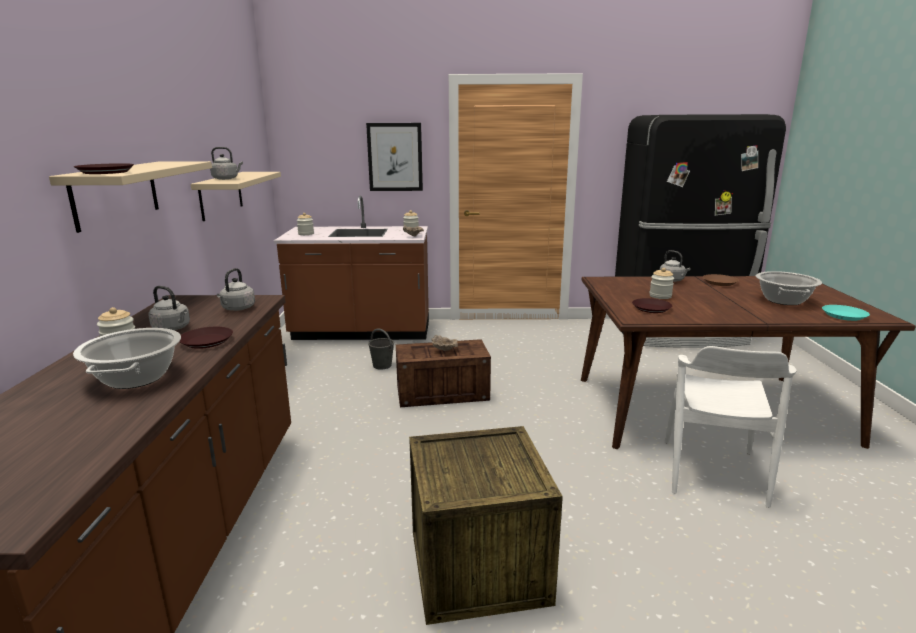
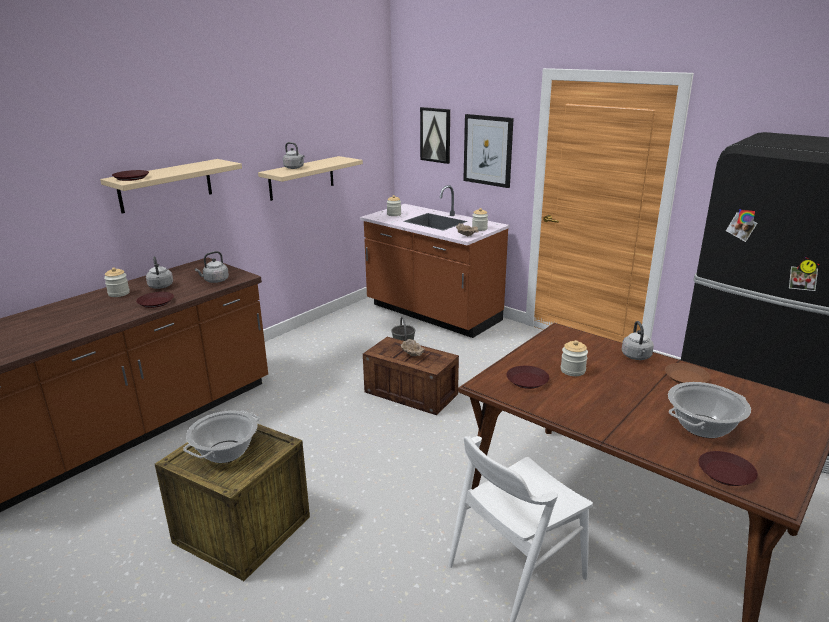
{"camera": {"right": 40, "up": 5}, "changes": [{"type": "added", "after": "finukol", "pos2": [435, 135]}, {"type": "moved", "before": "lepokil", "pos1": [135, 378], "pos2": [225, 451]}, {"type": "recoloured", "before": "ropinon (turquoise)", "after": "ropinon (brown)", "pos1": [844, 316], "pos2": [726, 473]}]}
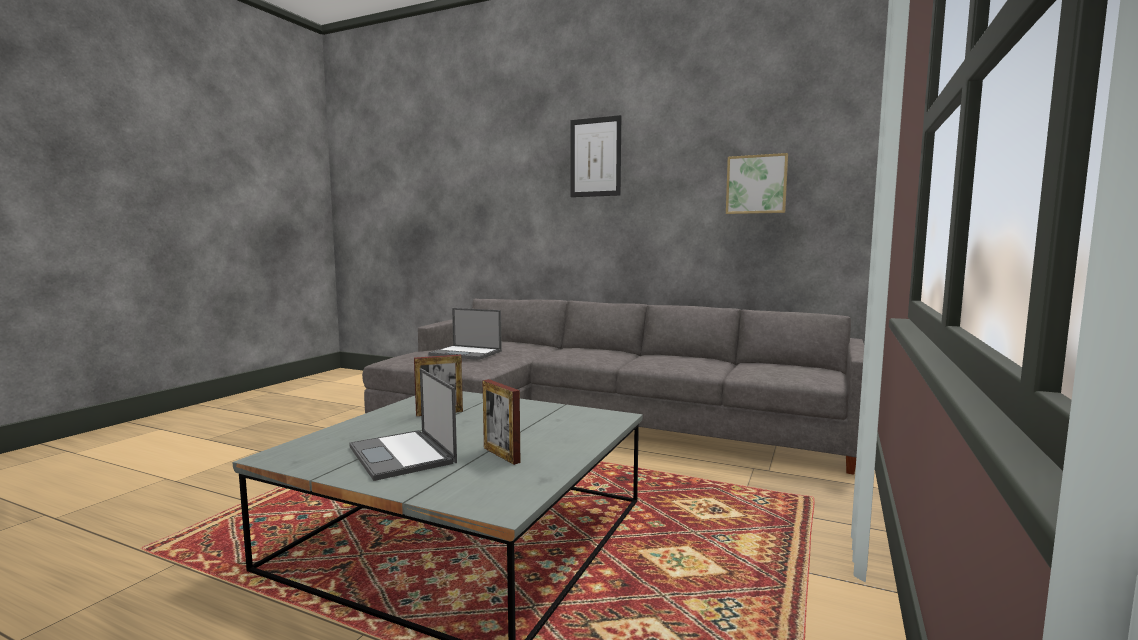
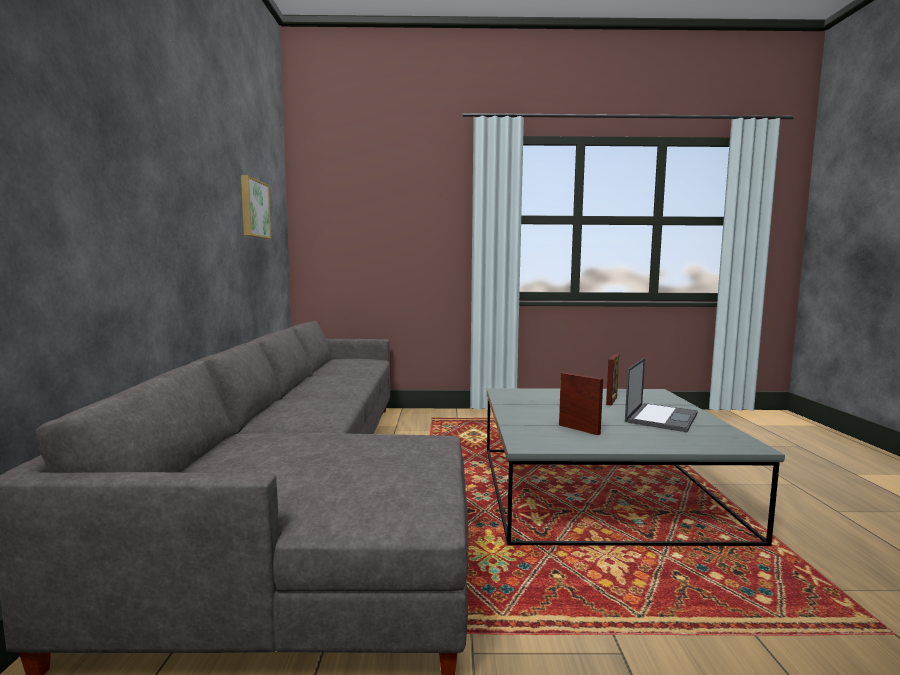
{"camera": {"right": -115, "up": 0}, "changes": [{"type": "removed", "before": "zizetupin", "pos1": [466, 353]}, {"type": "removed", "before": "finukol", "pos1": [595, 157]}]}
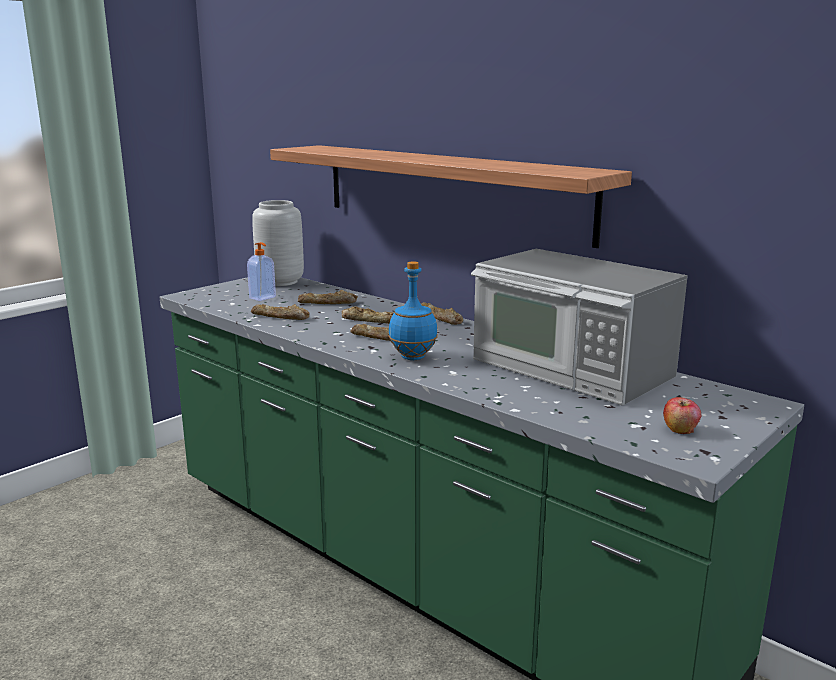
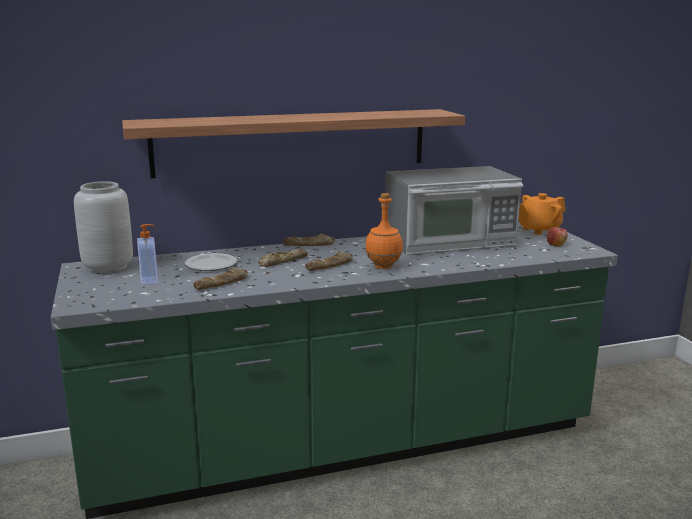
{"camera": {"right": -60, "up": 0}, "changes": [{"type": "added", "after": "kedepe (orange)", "pos2": [538, 230]}, {"type": "replaced", "before": "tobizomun", "after": "ropinon", "pos1": [328, 303], "pos2": [211, 264]}, {"type": "recoloured", "before": "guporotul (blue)", "after": "guporotul (orange)", "pos1": [413, 357], "pos2": [384, 267]}]}
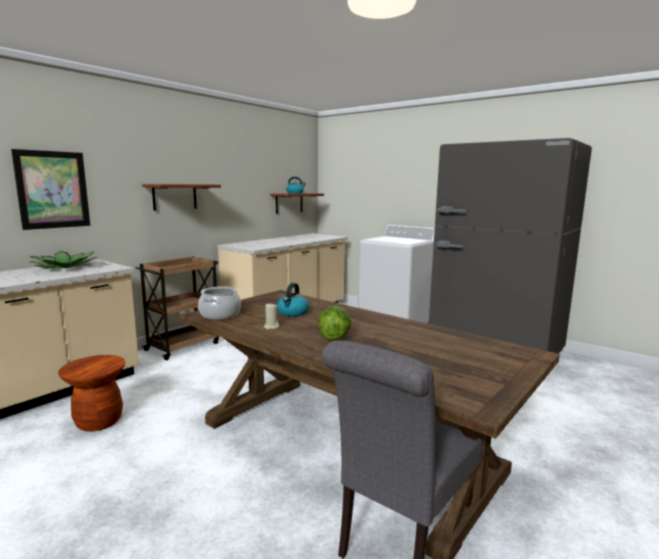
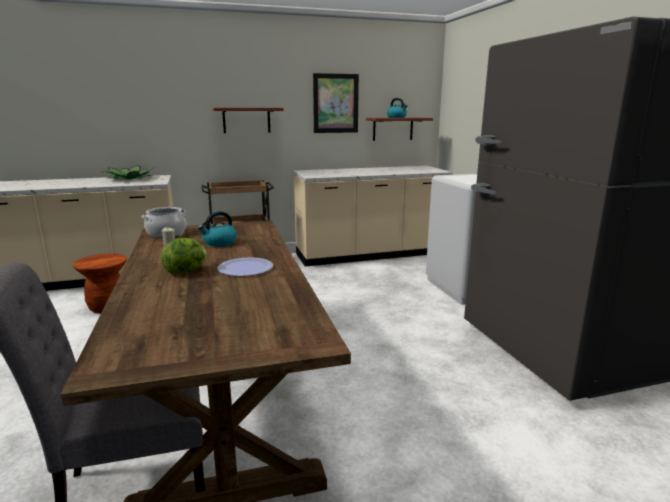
{"camera": {"right": 35, "up": 5}, "changes": [{"type": "added", "after": "ropinon", "pos2": [245, 268]}, {"type": "moved", "before": "finukol", "pos1": [53, 190], "pos2": [335, 103]}]}
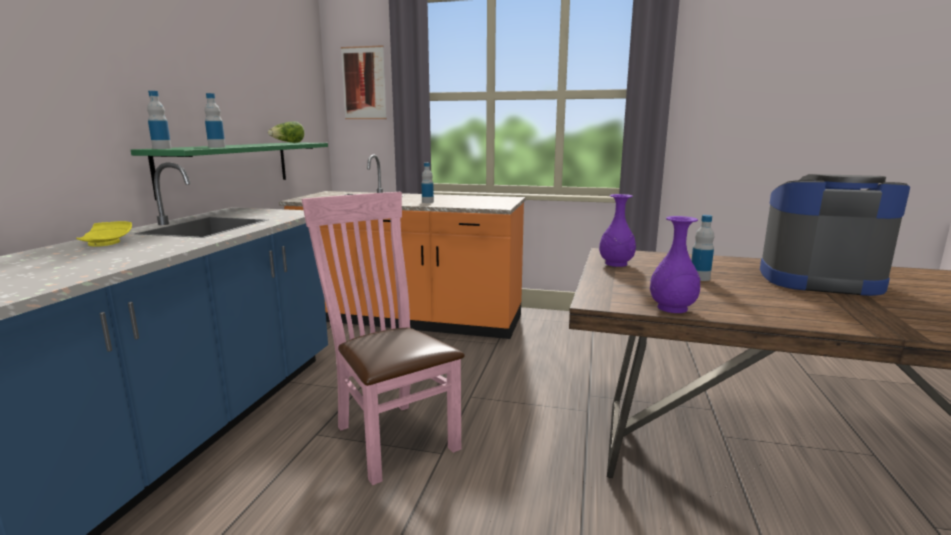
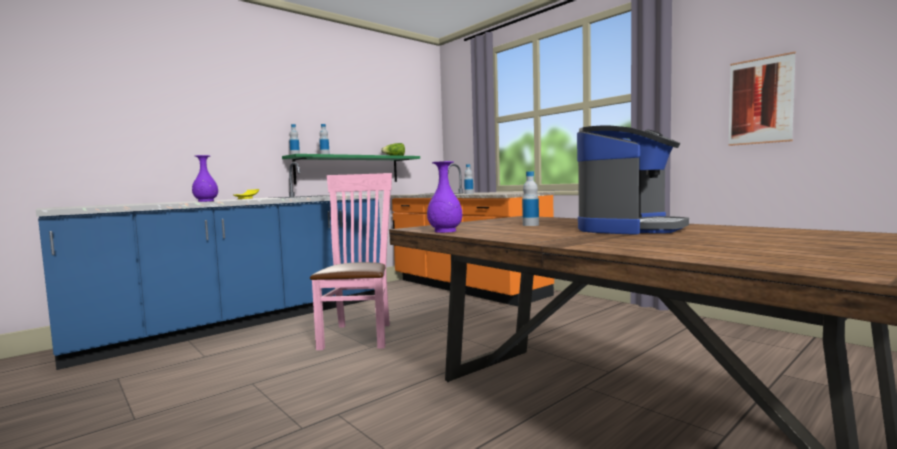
{"camera": {"right": 35, "up": -10}, "changes": [{"type": "moved", "before": "finukol", "pos1": [364, 83], "pos2": [760, 101]}, {"type": "moved", "before": "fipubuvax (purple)", "pos1": [615, 264], "pos2": [206, 201]}, {"type": "turned", "before": "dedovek", "pos1": [818, 280], "pos2": [629, 228], "turn": 75}]}
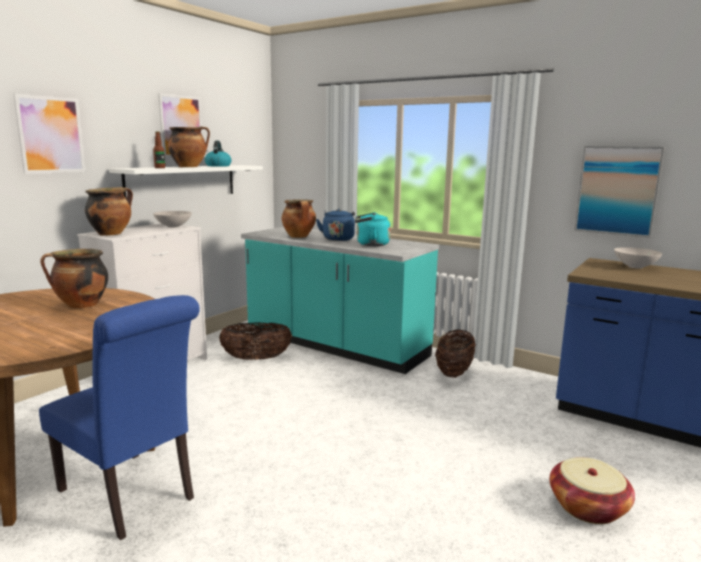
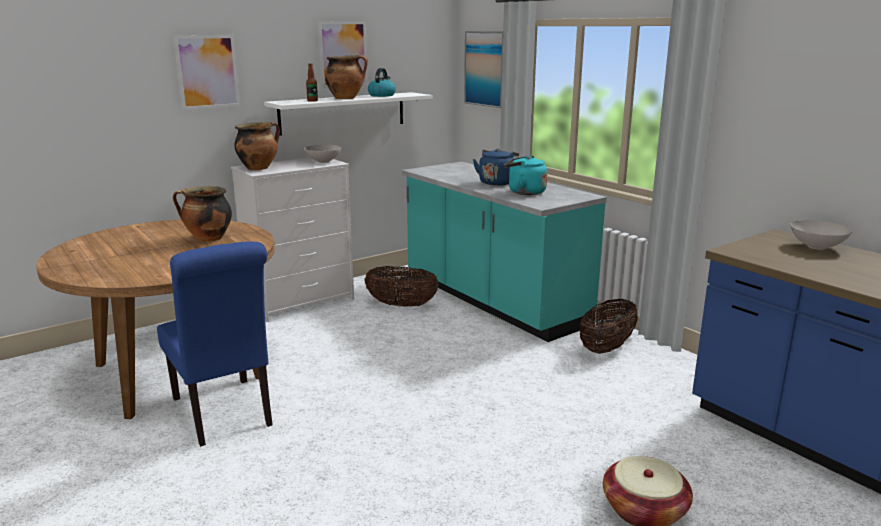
{"camera": {"right": 20, "up": 5}, "changes": [{"type": "removed", "before": "lepokil", "pos1": [299, 237]}, {"type": "moved", "before": "finukol", "pos1": [617, 190], "pos2": [486, 69]}]}
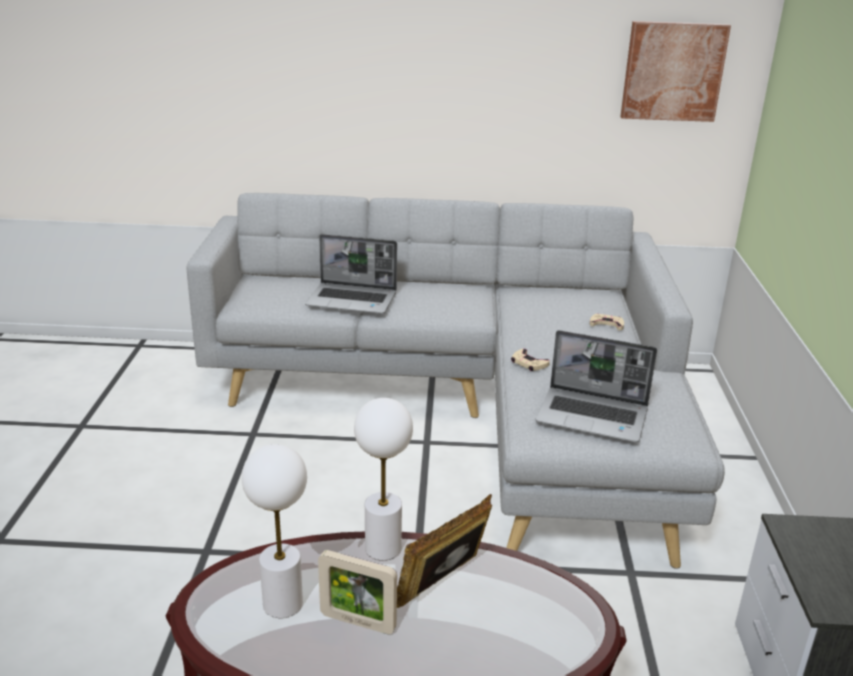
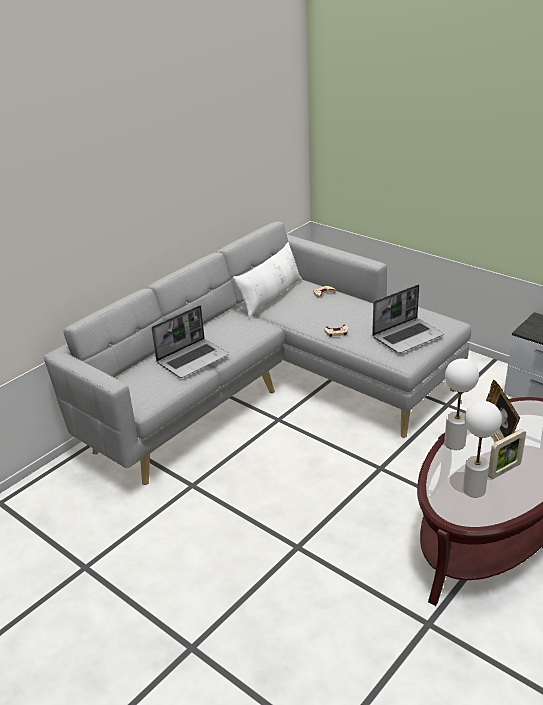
{"camera": {"right": -50, "up": 5}, "changes": [{"type": "removed", "before": "finukol", "pos1": [673, 71]}, {"type": "added", "after": "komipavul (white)", "pos2": [271, 297]}]}
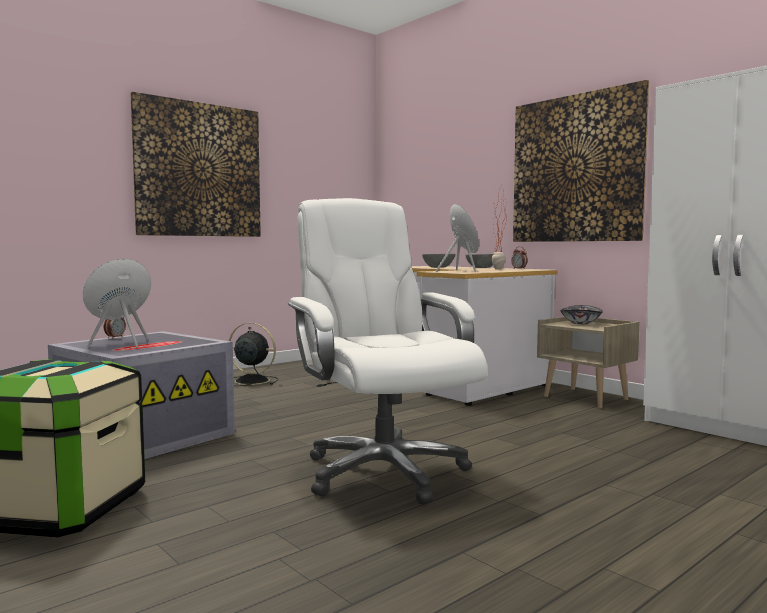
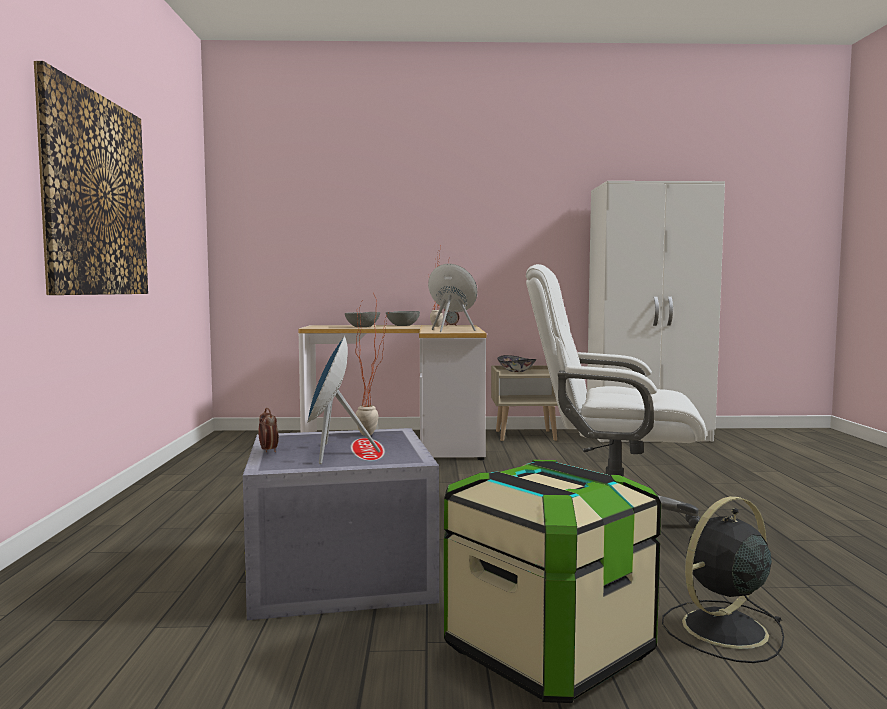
{"camera": {"right": -50, "up": 0}, "changes": [{"type": "removed", "before": "finukol", "pos1": [576, 168]}, {"type": "added", "after": "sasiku", "pos2": [374, 434]}, {"type": "moved", "before": "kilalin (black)", "pos1": [250, 381], "pos2": [722, 630]}]}
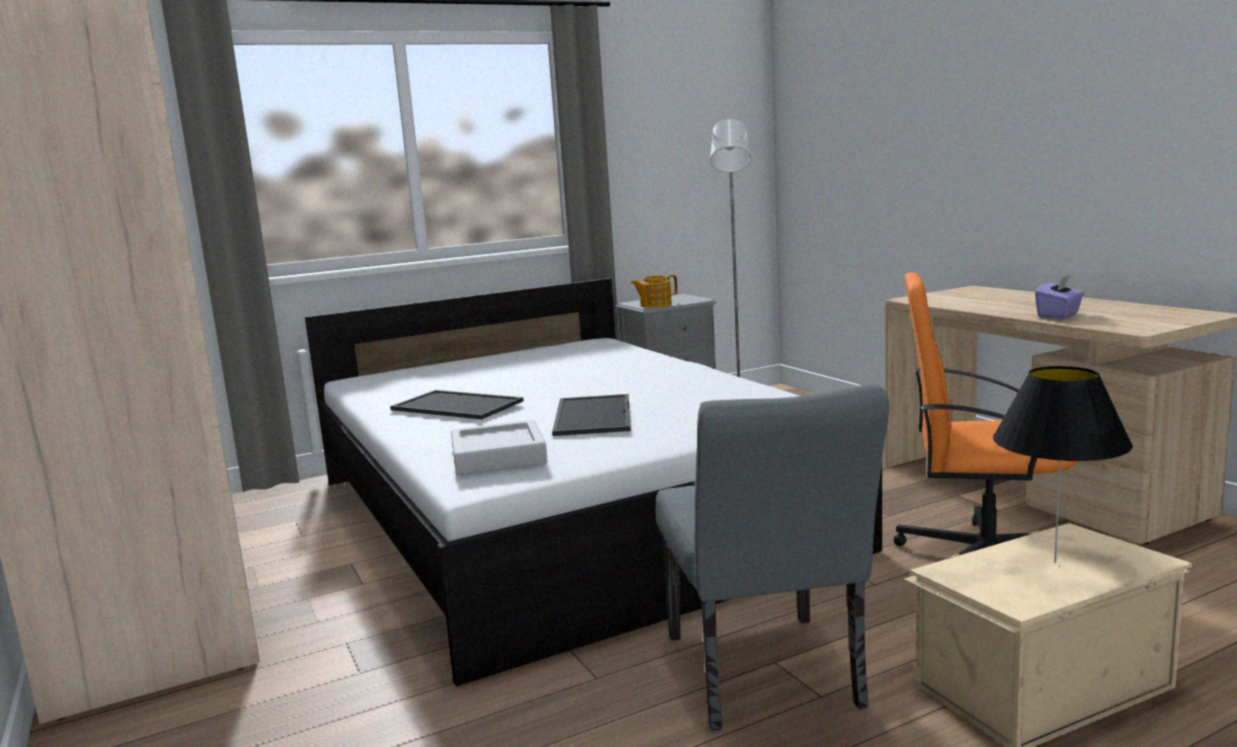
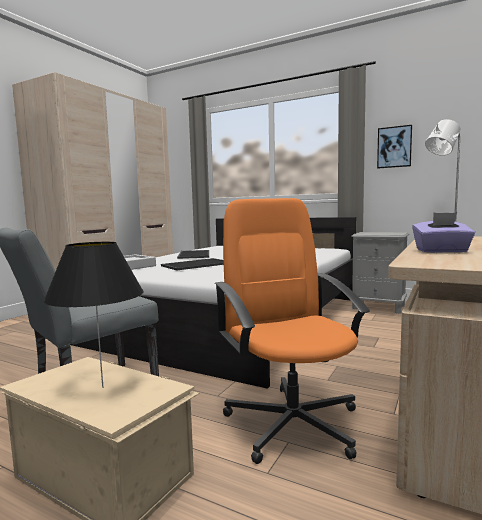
{"camera": {"right": 55, "up": -5}, "changes": [{"type": "removed", "before": "kedepe", "pos1": [655, 305]}, {"type": "added", "after": "finukol", "pos2": [394, 147]}]}
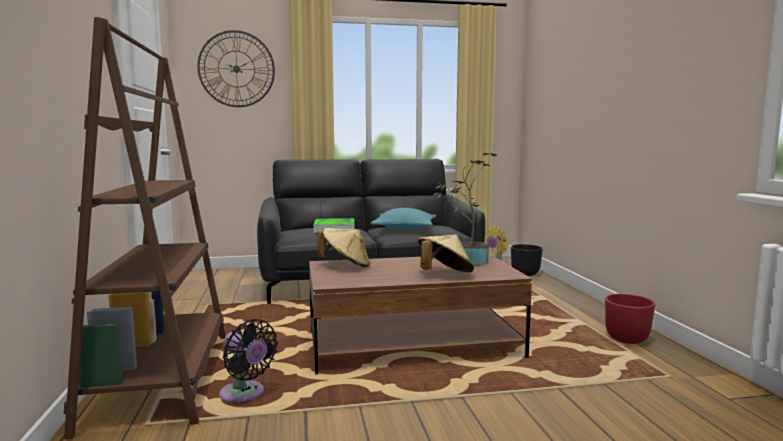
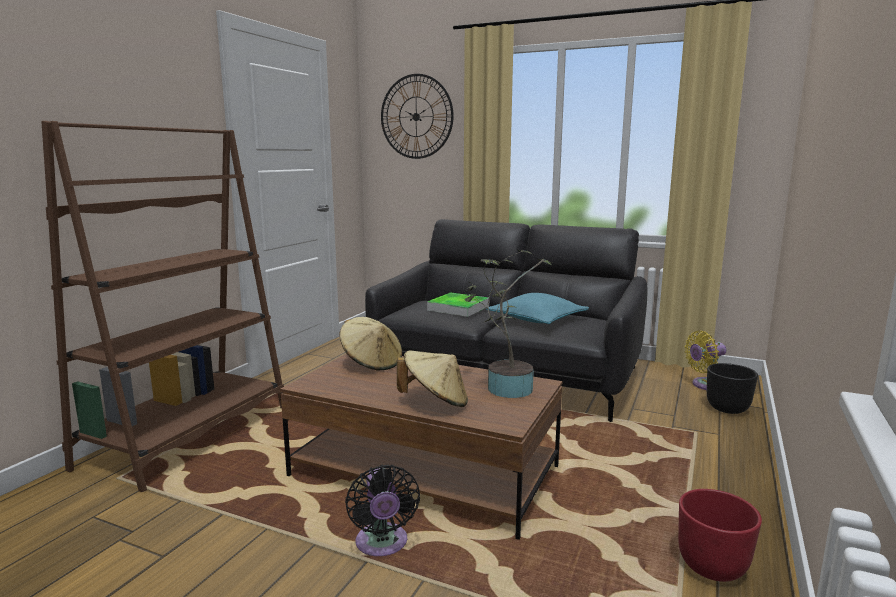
{"camera": {"right": 35, "up": 5}, "changes": [{"type": "moved", "before": "kilalin (black)", "pos1": [245, 395], "pos2": [382, 545]}]}
